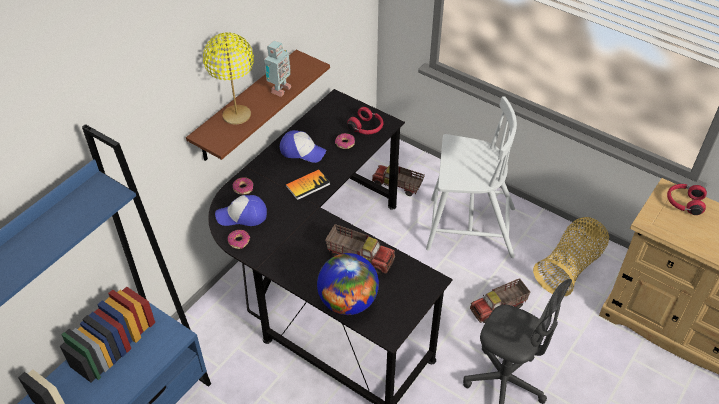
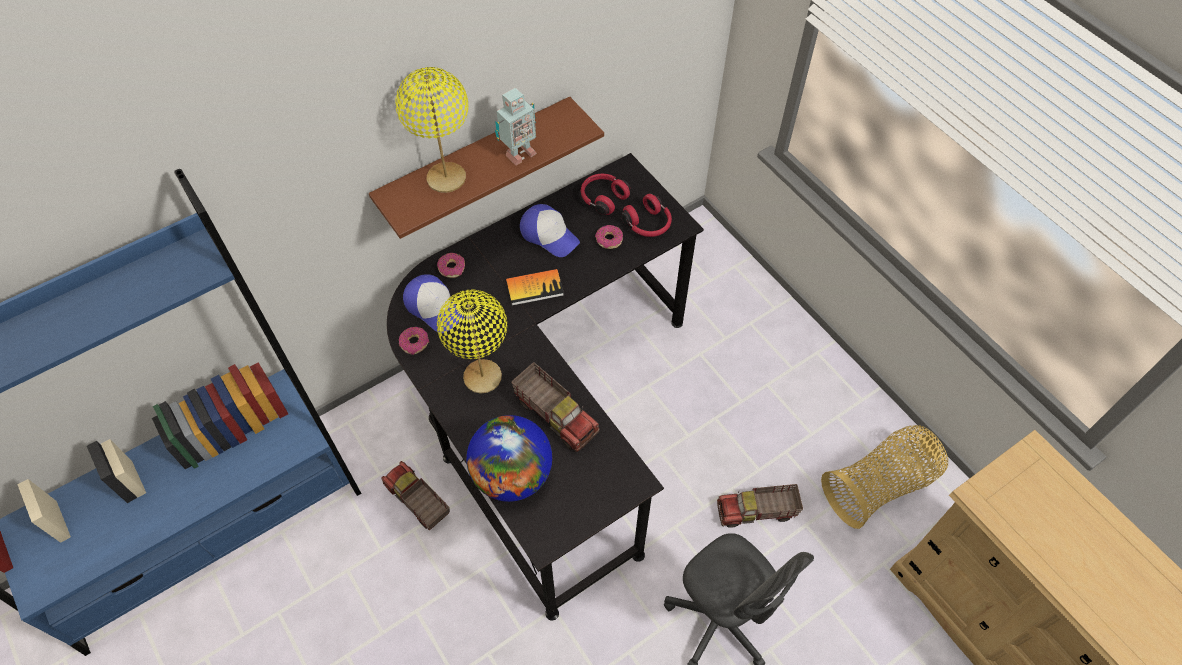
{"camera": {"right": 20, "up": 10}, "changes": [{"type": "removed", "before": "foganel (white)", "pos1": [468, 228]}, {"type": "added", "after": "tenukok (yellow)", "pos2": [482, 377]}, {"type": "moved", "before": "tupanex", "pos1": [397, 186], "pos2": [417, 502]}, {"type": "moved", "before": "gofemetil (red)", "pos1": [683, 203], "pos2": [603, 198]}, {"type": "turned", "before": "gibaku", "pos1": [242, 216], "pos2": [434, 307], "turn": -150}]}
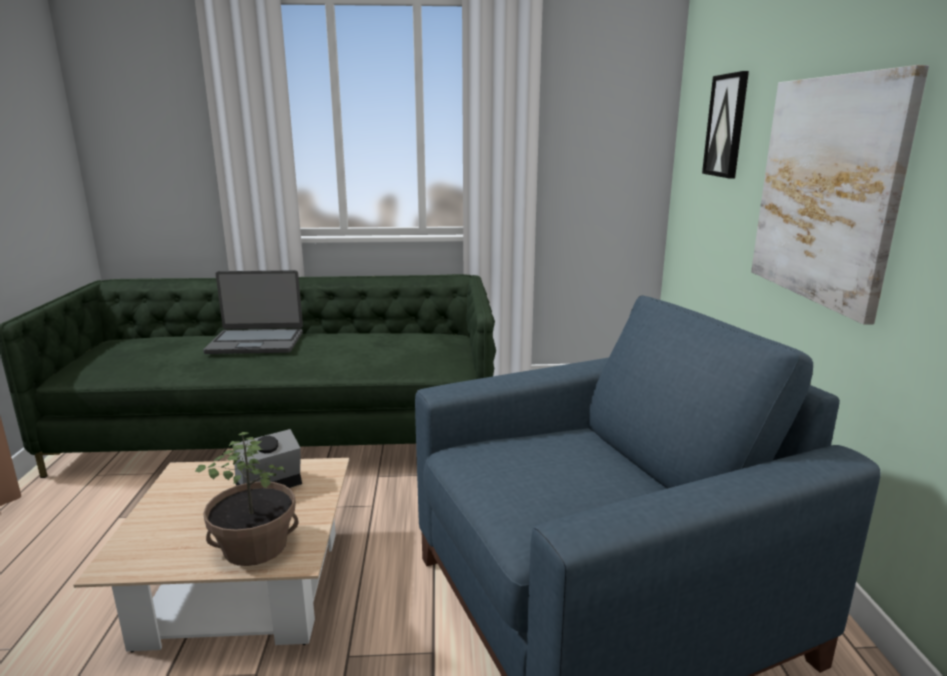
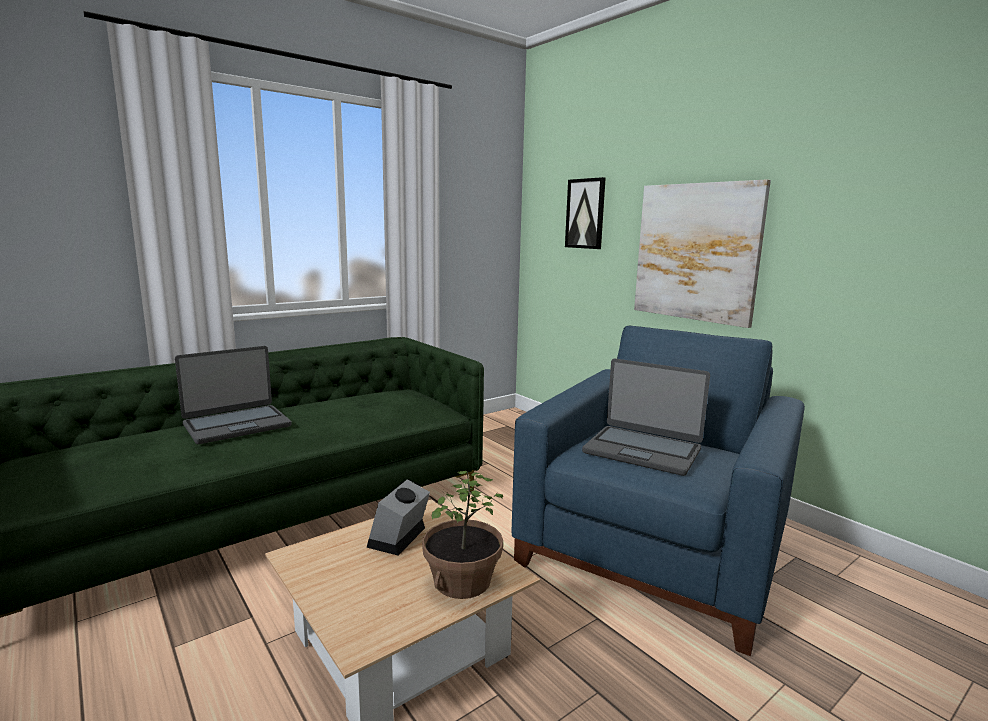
{"camera": {"right": -35, "up": -5}, "changes": [{"type": "added", "after": "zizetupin", "pos2": [642, 450]}]}
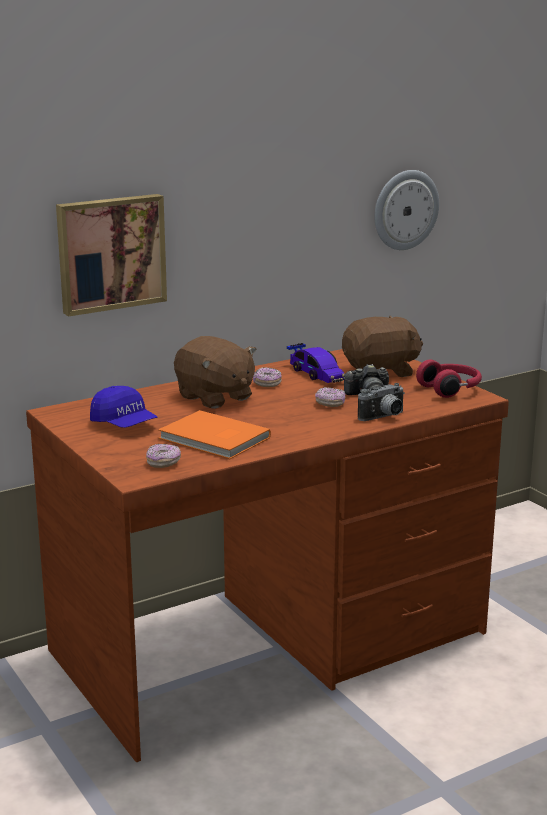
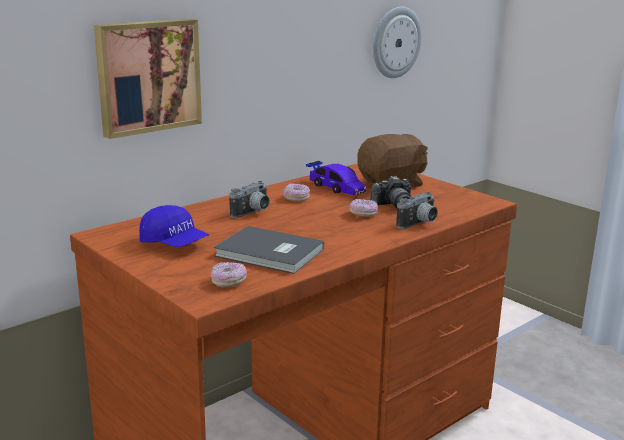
{"camera": {"right": -10, "up": 0}, "changes": [{"type": "removed", "before": "gofemetil (red)", "pos1": [450, 389]}, {"type": "replaced", "before": "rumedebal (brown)", "after": "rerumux", "pos1": [215, 397], "pos2": [253, 213]}, {"type": "recoloured", "before": "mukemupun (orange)", "after": "mukemupun (grey)", "pos1": [214, 439], "pos2": [269, 254]}]}
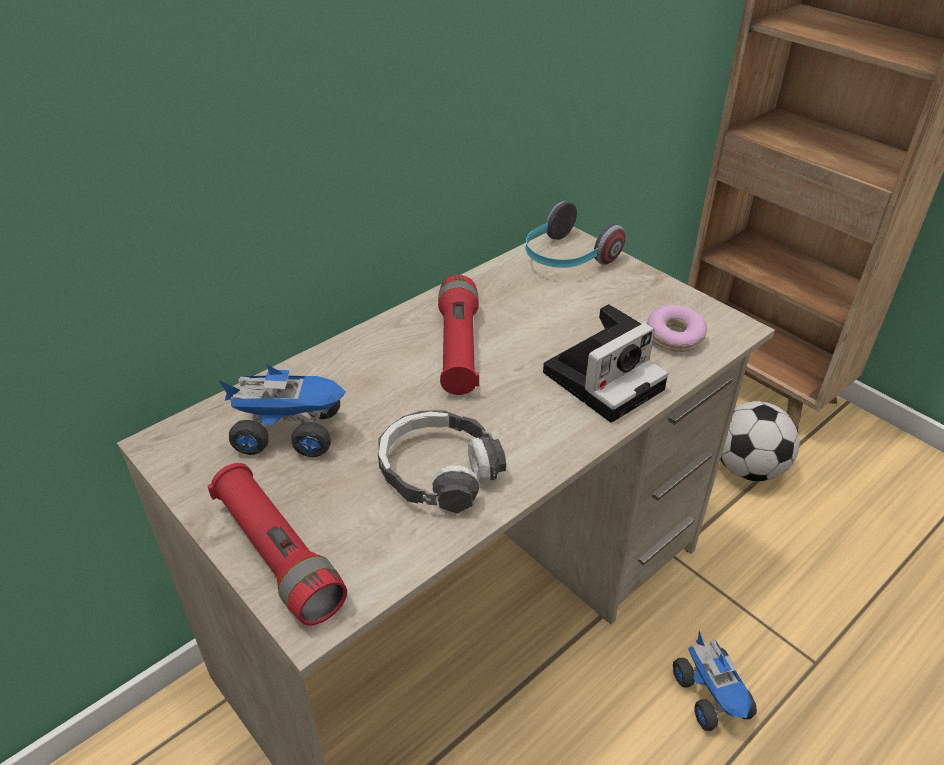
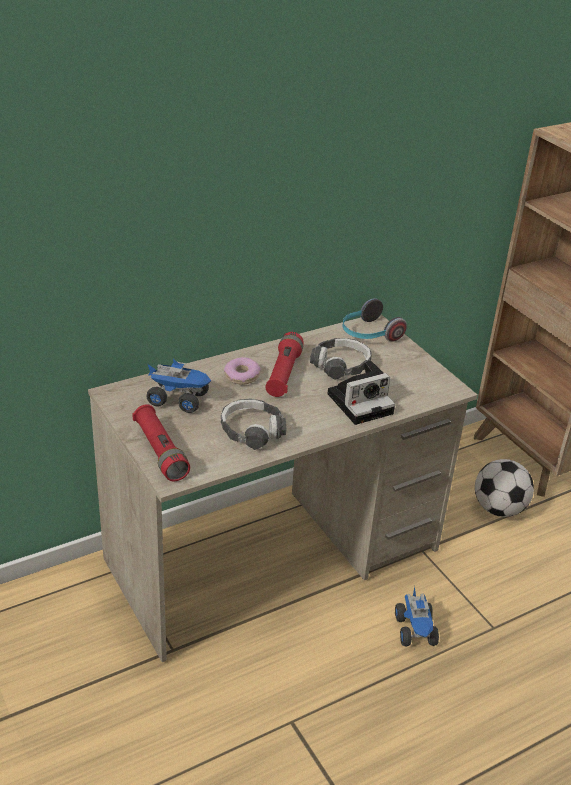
{"camera": {"right": 10, "up": -5}, "changes": [{"type": "added", "after": "gofemetil", "pos2": [341, 365]}, {"type": "moved", "before": "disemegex", "pos1": [674, 337], "pos2": [242, 376]}]}
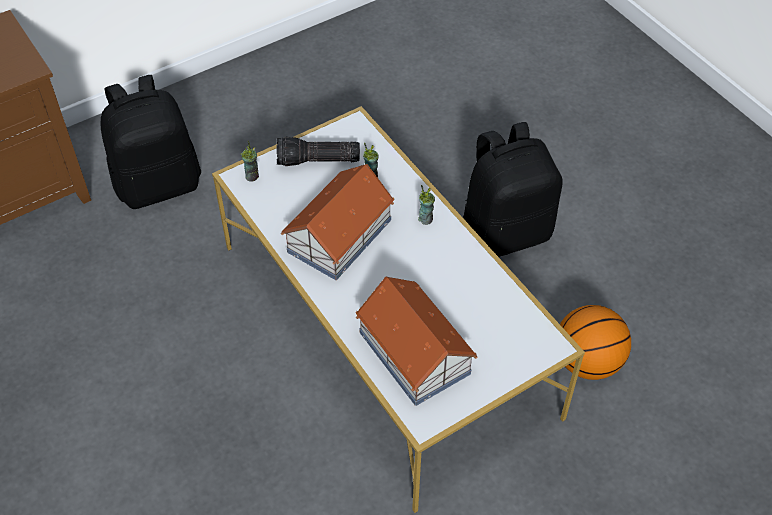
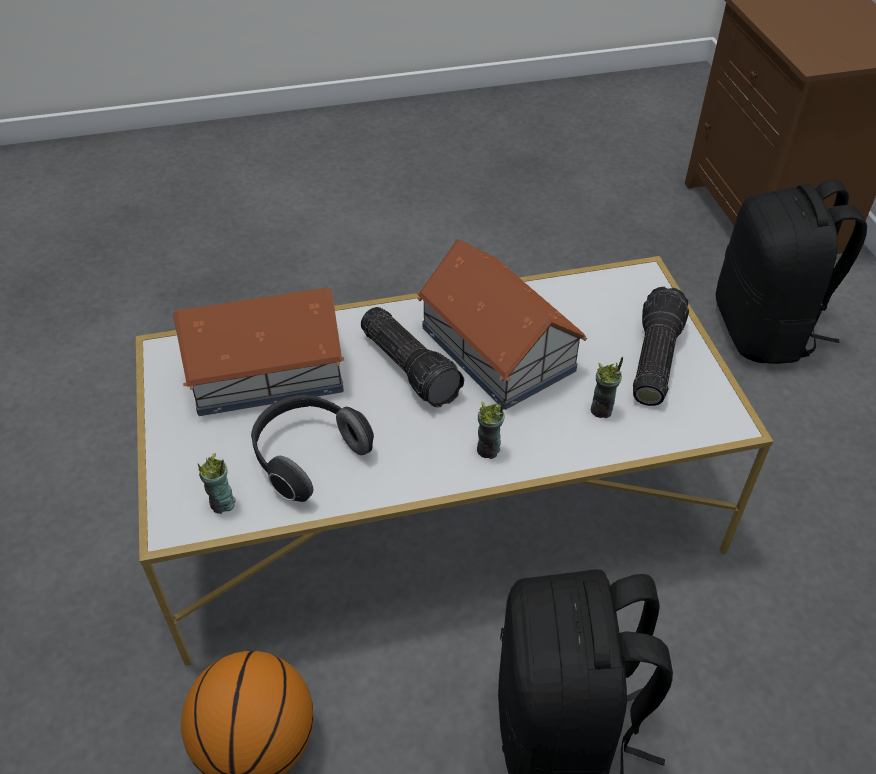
{"camera": {"right": 110, "up": -5}, "changes": [{"type": "added", "after": "gofemetil", "pos2": [307, 456]}, {"type": "added", "after": "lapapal", "pos2": [411, 367]}, {"type": "moved", "before": "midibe", "pos1": [252, 176], "pos2": [222, 504]}]}
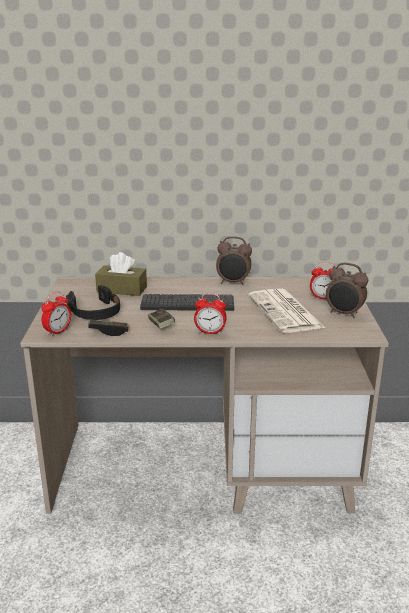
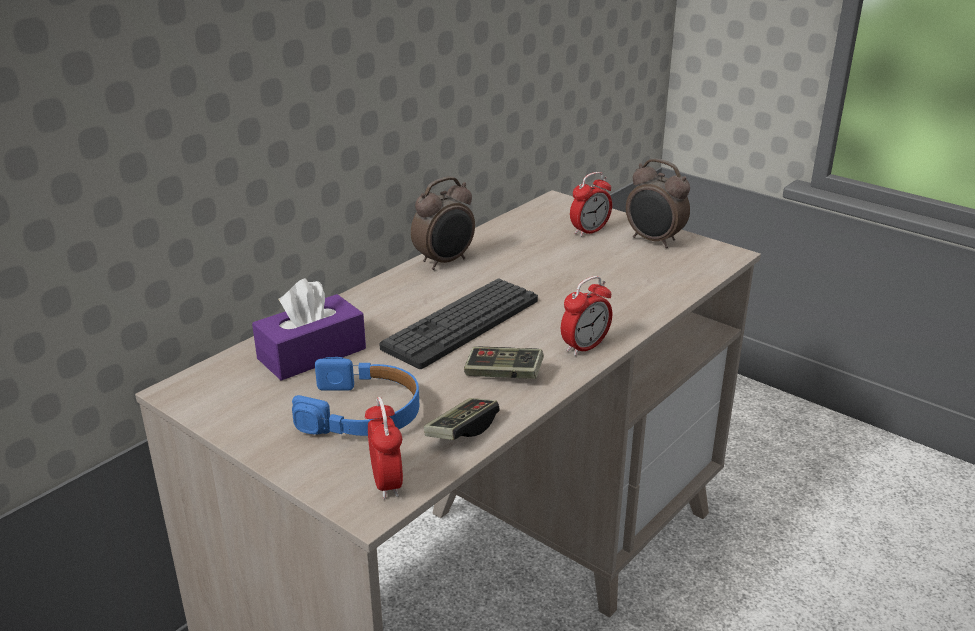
{"camera": {"right": -50, "up": 5}, "changes": [{"type": "removed", "before": "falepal", "pos1": [286, 312]}, {"type": "recoloured", "before": "gofemetil (black)", "after": "gofemetil (blue)", "pos1": [95, 312], "pos2": [362, 413]}, {"type": "recoloured", "before": "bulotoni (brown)", "after": "bulotoni (purple)", "pos1": [122, 289], "pos2": [312, 354]}, {"type": "turned", "before": "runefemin", "pos1": [344, 314], "pos2": [654, 241], "turn": 60}]}
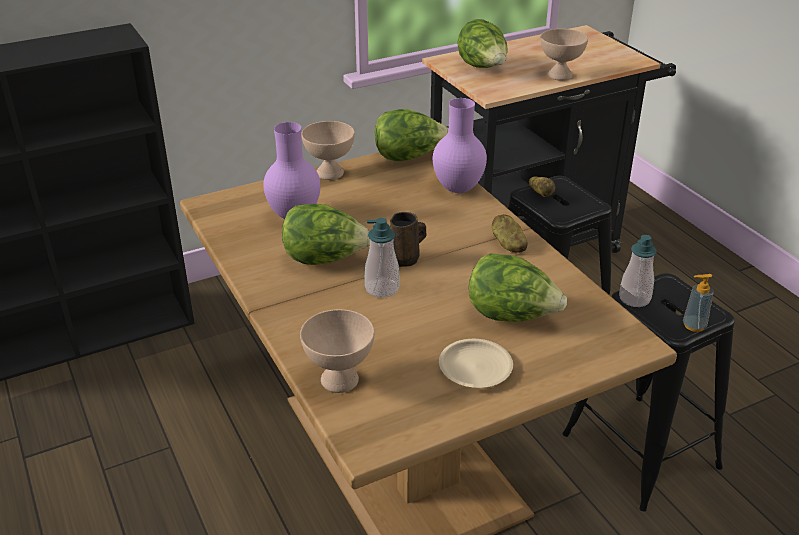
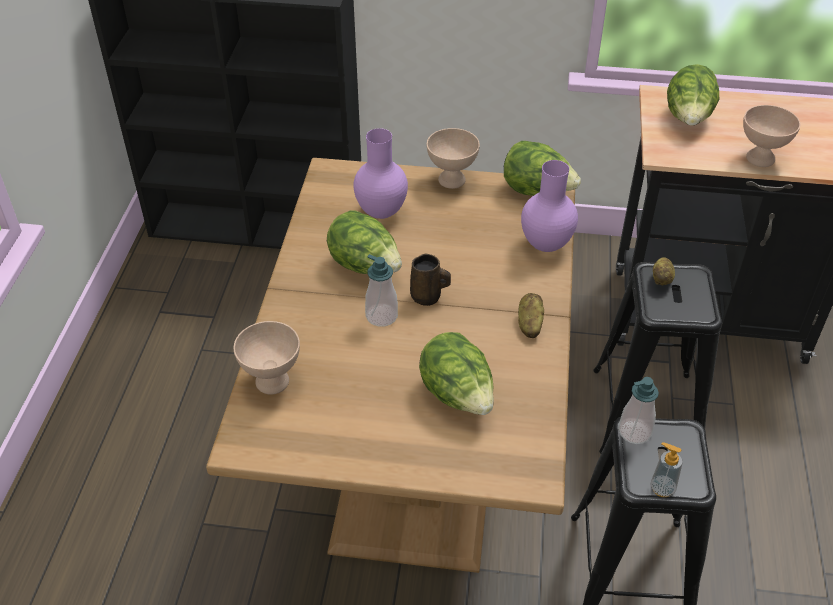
{"camera": {"right": 35, "up": 10}, "changes": [{"type": "removed", "before": "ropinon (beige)", "pos1": [475, 367]}]}
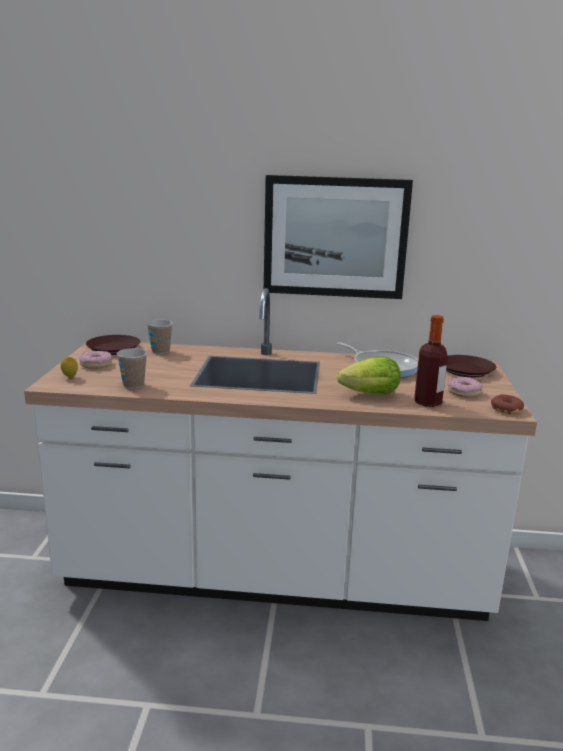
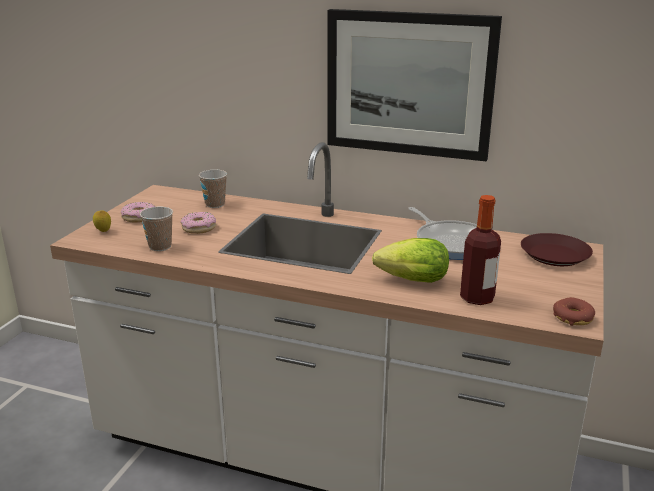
{"camera": {"right": 15, "up": 5}, "changes": [{"type": "removed", "before": "ropinon (brown)", "pos1": [114, 349]}, {"type": "moved", "before": "disemegex", "pos1": [464, 392], "pos2": [199, 228]}]}
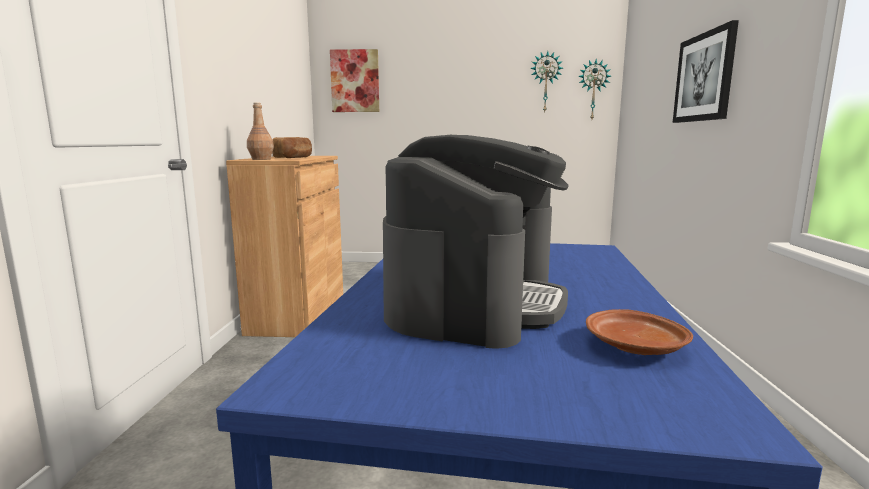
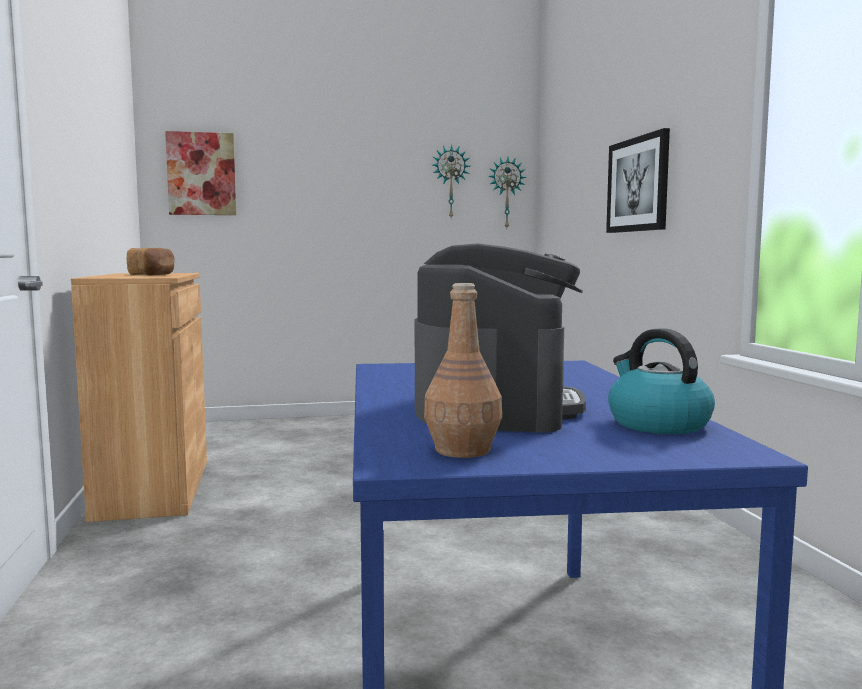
{"camera": {"right": -15, "up": -5}, "changes": [{"type": "moved", "before": "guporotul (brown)", "pos1": [261, 159], "pos2": [461, 450]}, {"type": "replaced", "before": "ropinon (brown)", "after": "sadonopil", "pos1": [635, 347], "pos2": [656, 424]}]}
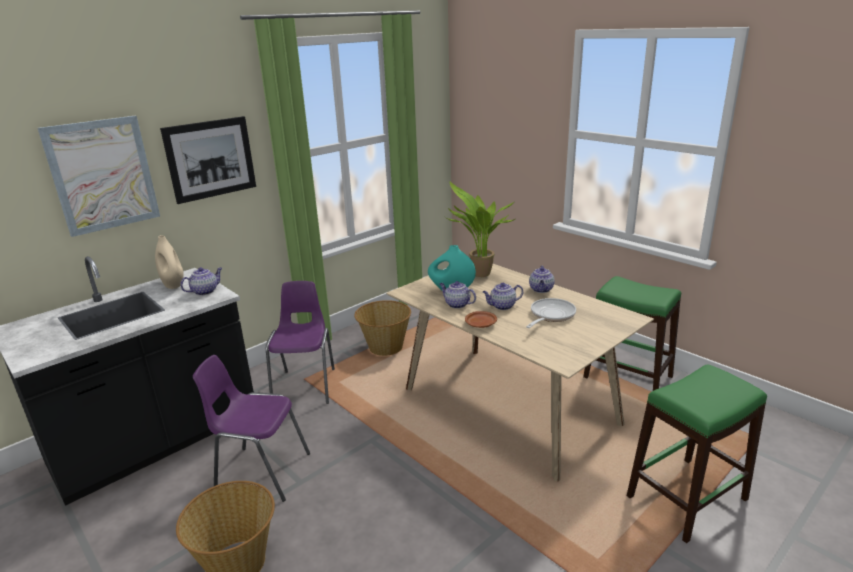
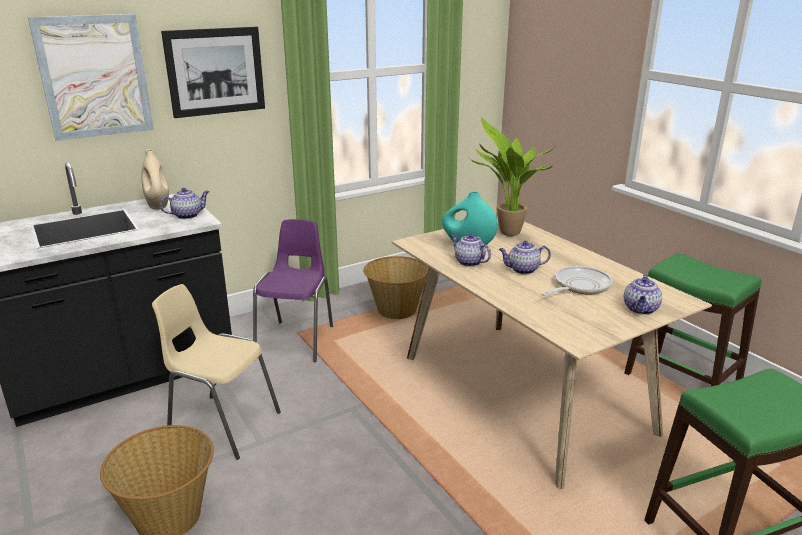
{"camera": {"right": 10, "up": 0}, "changes": [{"type": "removed", "before": "ropinon (brown)", "pos1": [481, 324]}, {"type": "moved", "before": "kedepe", "pos1": [541, 290], "pos2": [641, 309]}, {"type": "recoloured", "before": "foganel (purple)", "after": "foganel (beige)", "pos1": [261, 472], "pos2": [222, 424]}]}
